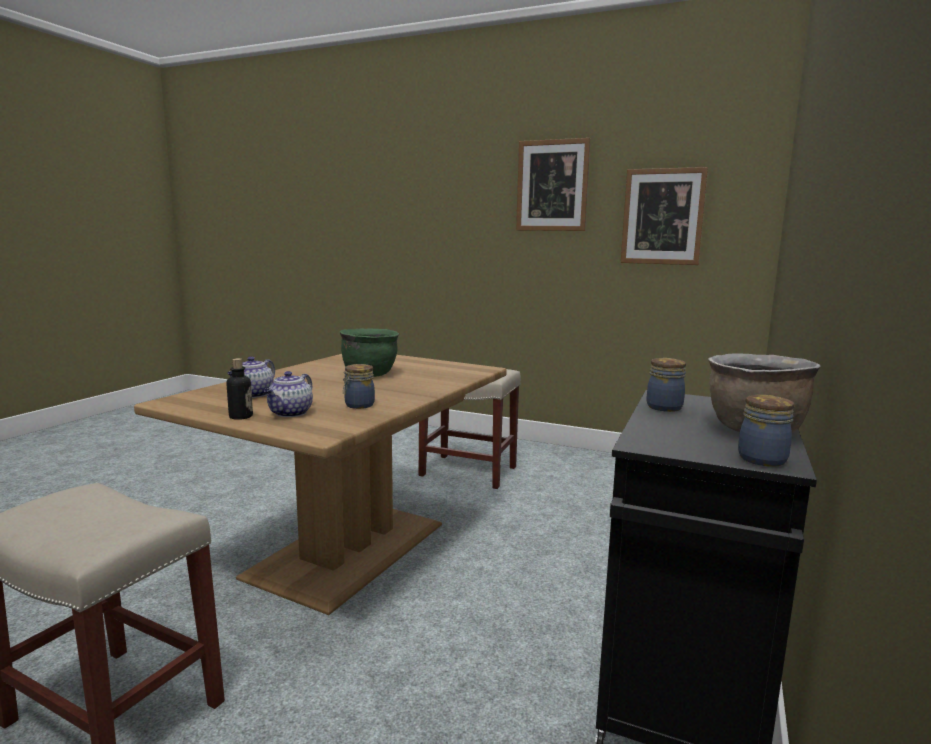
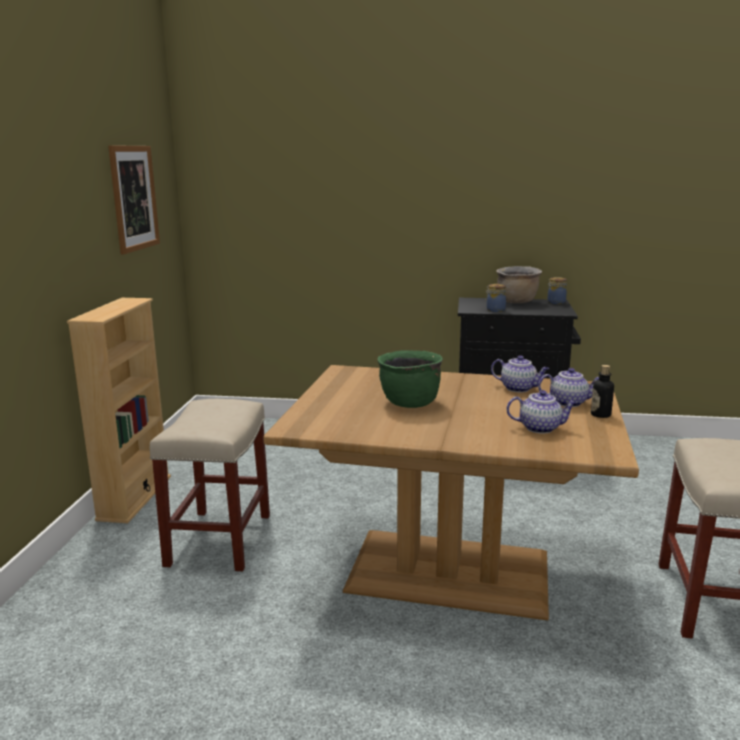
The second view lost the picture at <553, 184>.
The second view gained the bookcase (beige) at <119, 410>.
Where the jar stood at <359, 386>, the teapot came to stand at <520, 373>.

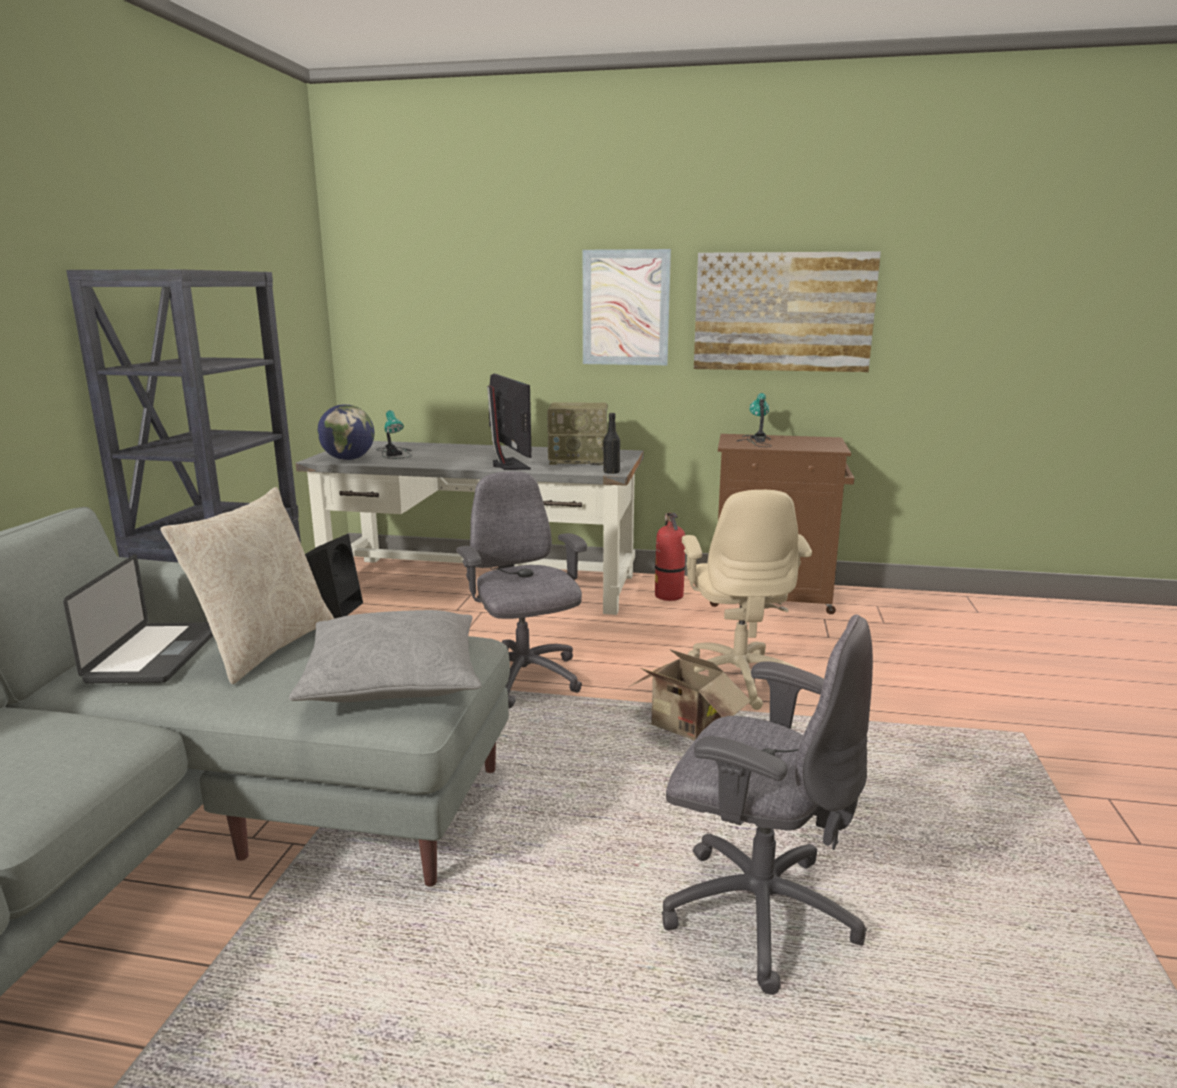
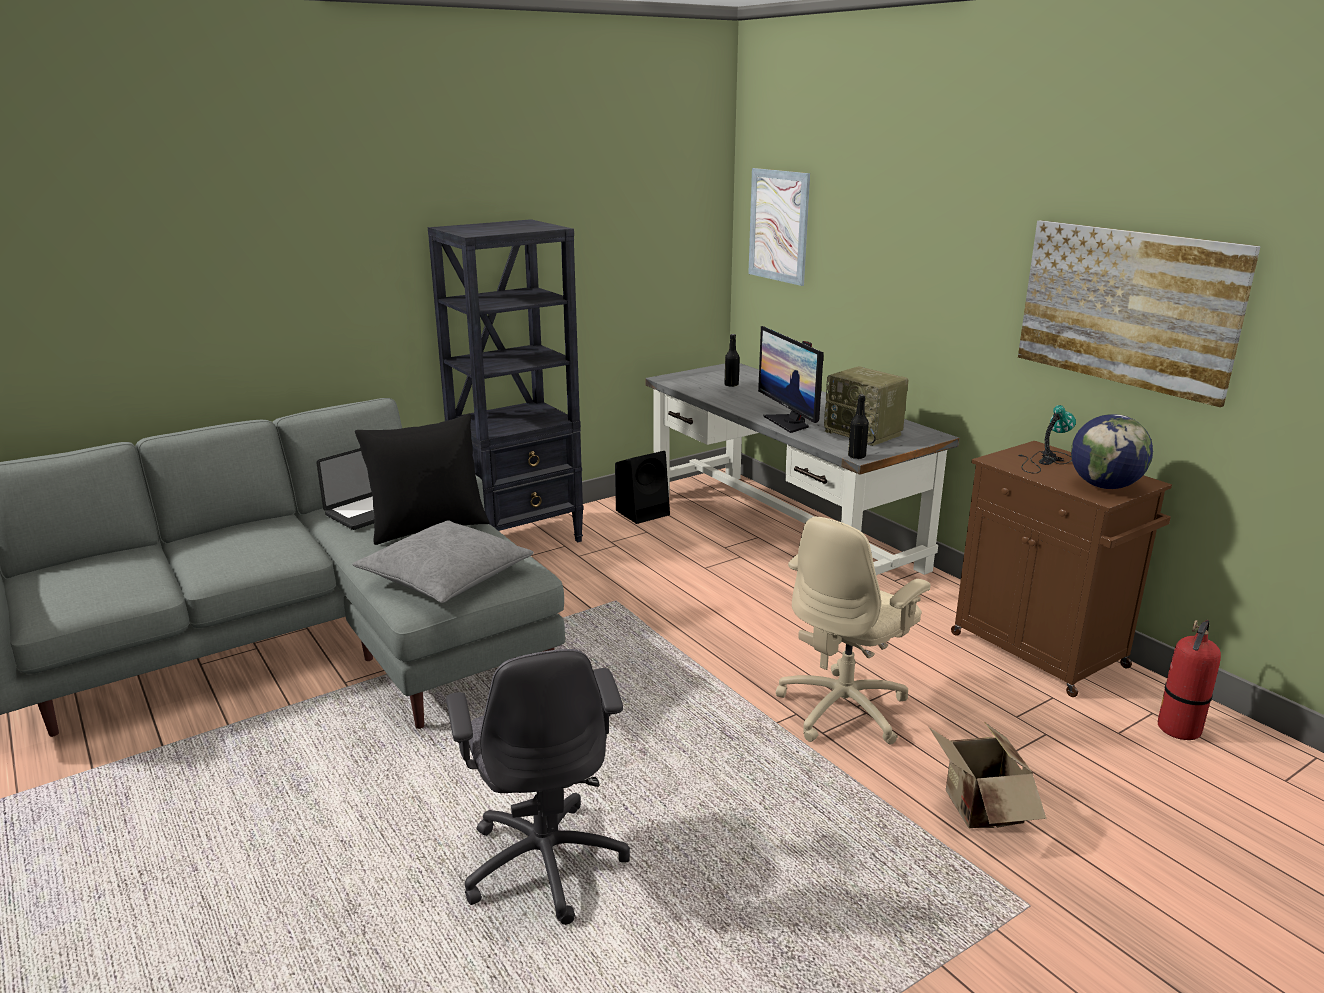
The second view lost the office chair (grey) at <521, 590>.
The globe ended up elsewhere, having gone from <345, 432> to <1112, 451>.
The picture ended up elsewhere, having gone from <627, 307> to <779, 227>.
The cardboard box ended up elsewhere, having gone from <690, 695> to <988, 775>.
The fire extinguisher ended up elsewhere, having gone from <670, 557> to <1189, 680>.
Where the table lamp stood at <394, 434>, the bottle (black) came to stand at <732, 360>.
What was the pillow (beige) at <247, 585> turned into the pillow (black) at <422, 479>.
The monitor at <509, 422> ended up facing another way, 135 degrees clockwise from before.

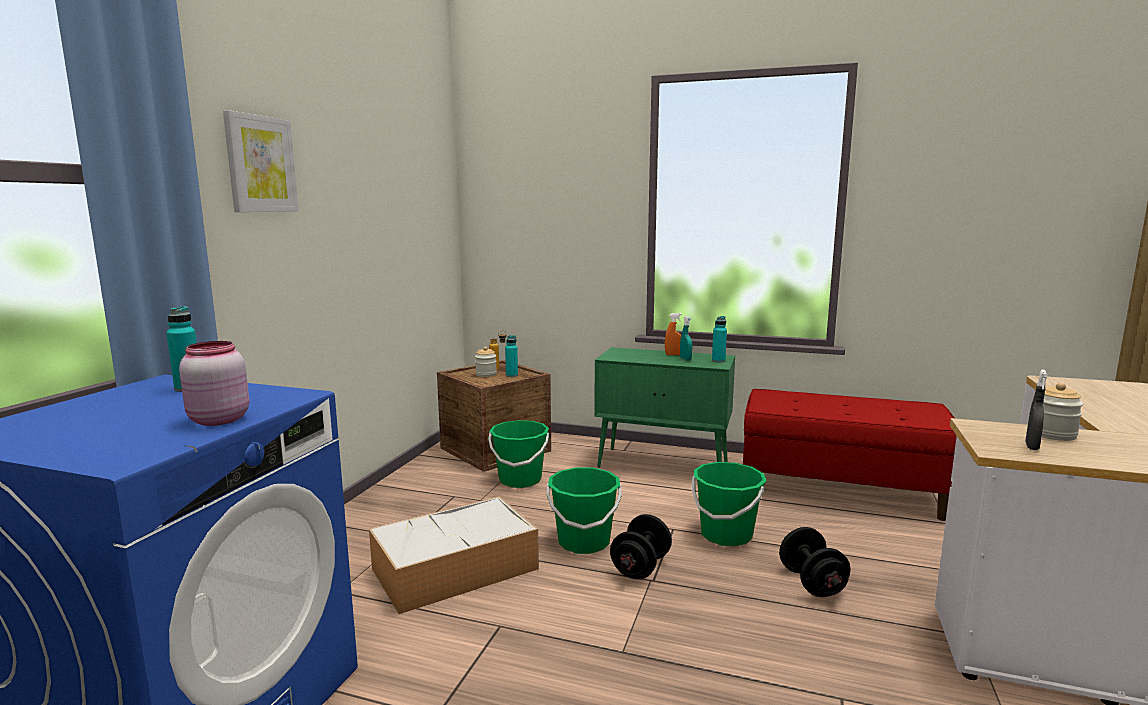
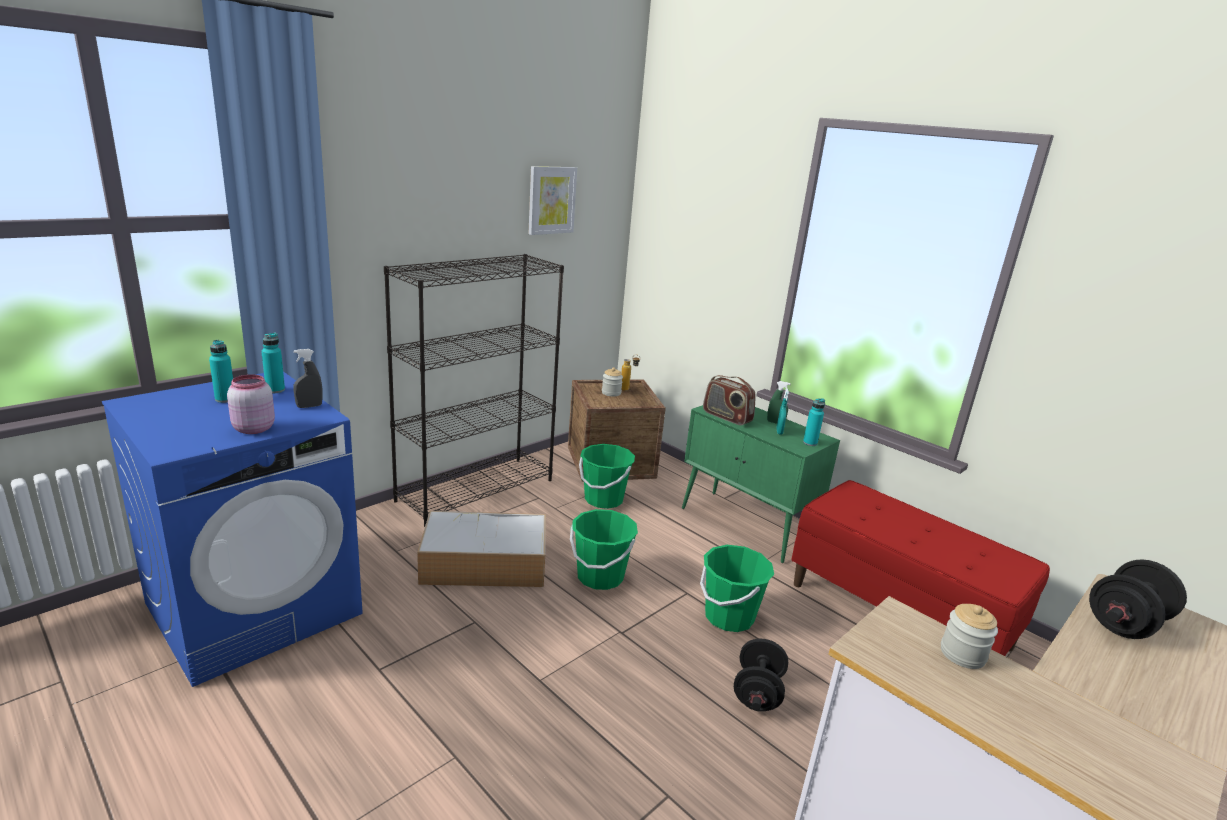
The second view gained the bookcase (black) at <474, 390>.
The second view gained the radio at <729, 400>.
The picture ended up elsewhere, having gone from <261, 161> to <553, 200>.
The bottle (turquoise) ended up elsewhere, having gone from <511, 356> to <221, 371>.
The dumbbell (black) ended up elsewhere, having gone from <641, 546> to <1138, 599>.
The spray bottle (grey) ended up elsewhere, having gone from <1036, 410> to <308, 378>.
What was the spray bottle (orange) at <673, 334> turned into the spray bottle (green) at <779, 402>.

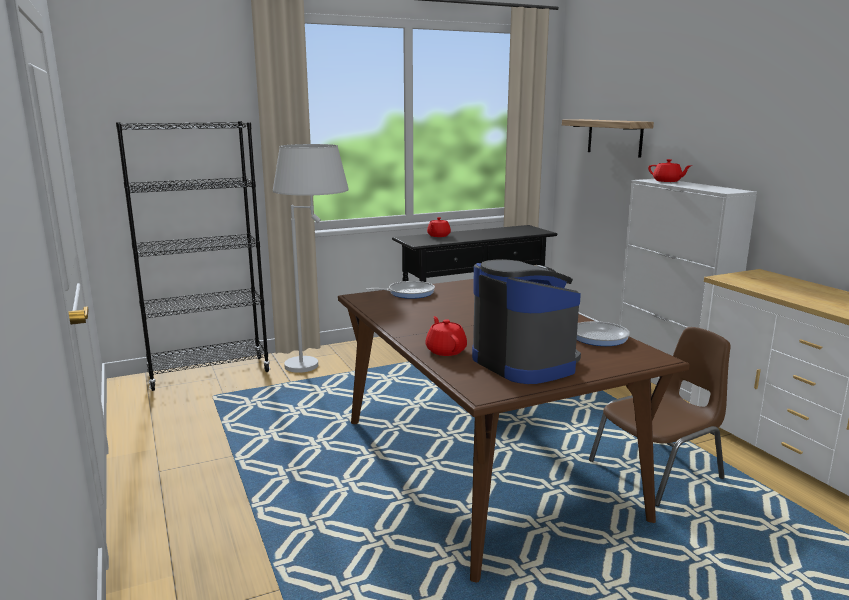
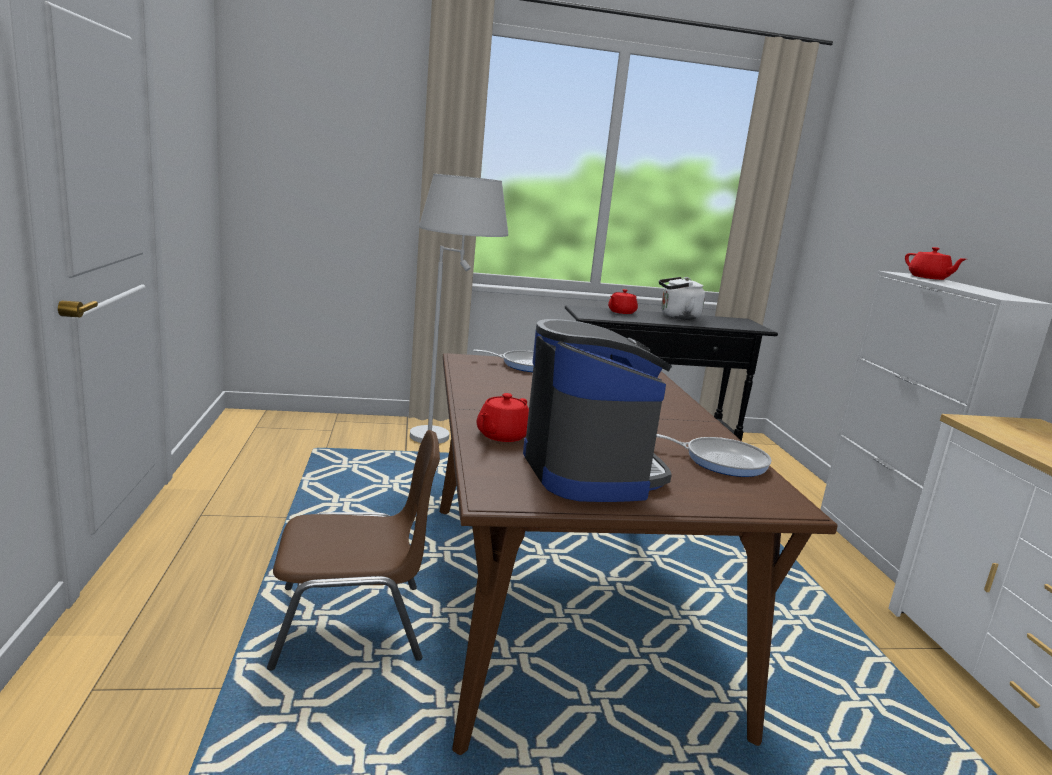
The second view lost the bookcase (black) at <193, 256>.
The second view lost the shelf at <608, 138>.
The second view gained the kettle (white) at <682, 298>.
The chair (brown) ended up elsewhere, having gone from <660, 416> to <353, 550>.
The teapot (red) at <446, 336> ended up facing another way, 150 degrees counterclockwise from before.

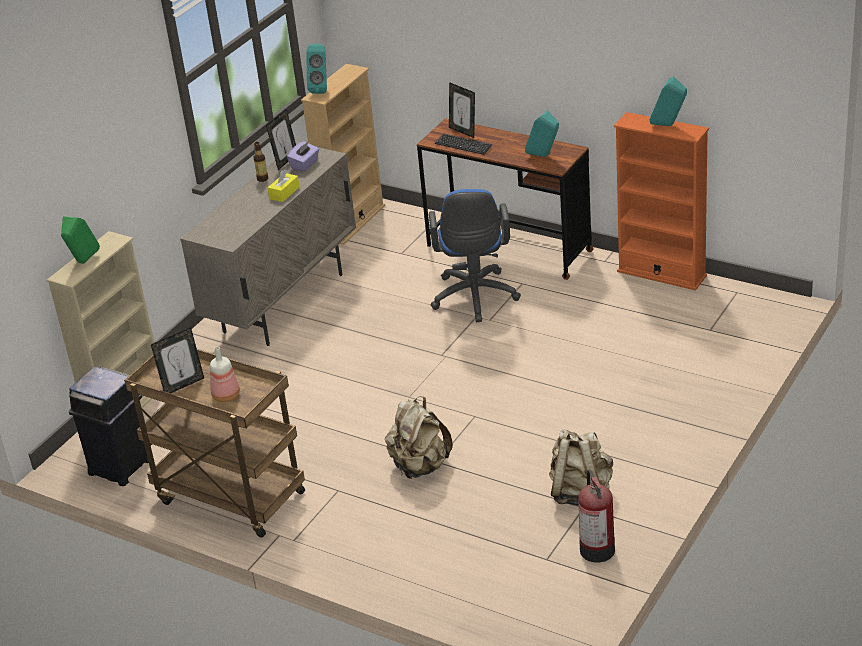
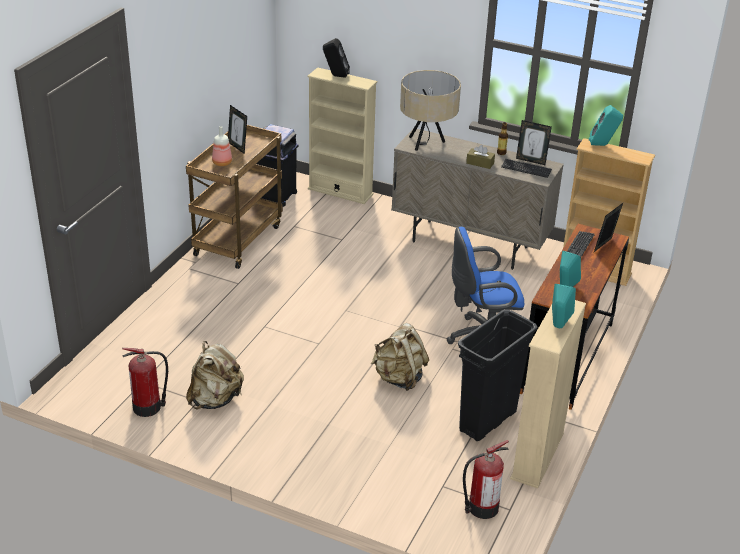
The second view gained the table lamp (beige) at <430, 110>.
The second view gained the trash can (black) at <498, 375>.
The second view gained the fire extinguisher at <486, 479>.
The backpack (beige) ended up elsewhere, having gone from <419, 437> to <400, 357>.
Where the tissue box (purple) stood at <303, 156>, the keyboard came to stand at <526, 168>.
What was the speaker (green) at <80, 240> turned into the speaker (black) at <336, 58>.
What was the tissue box (yellow) at <283, 185> turned into the tissue box (brown) at <480, 157>.
What was the bookcase (orange) at <661, 201> turned into the bookcase (beige) at <548, 394>.

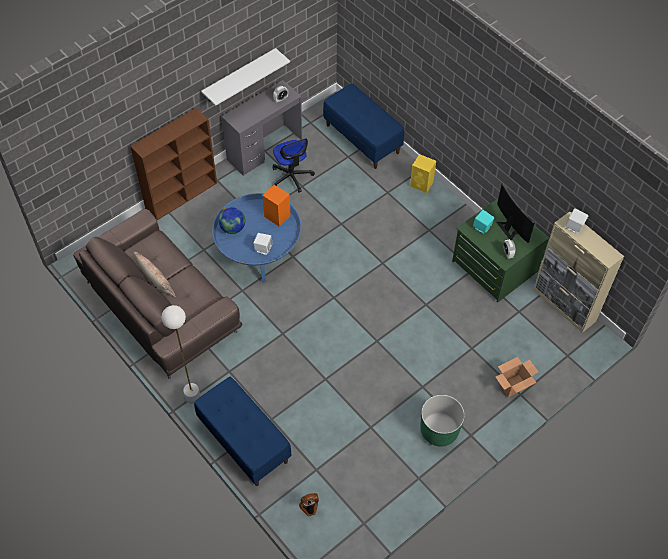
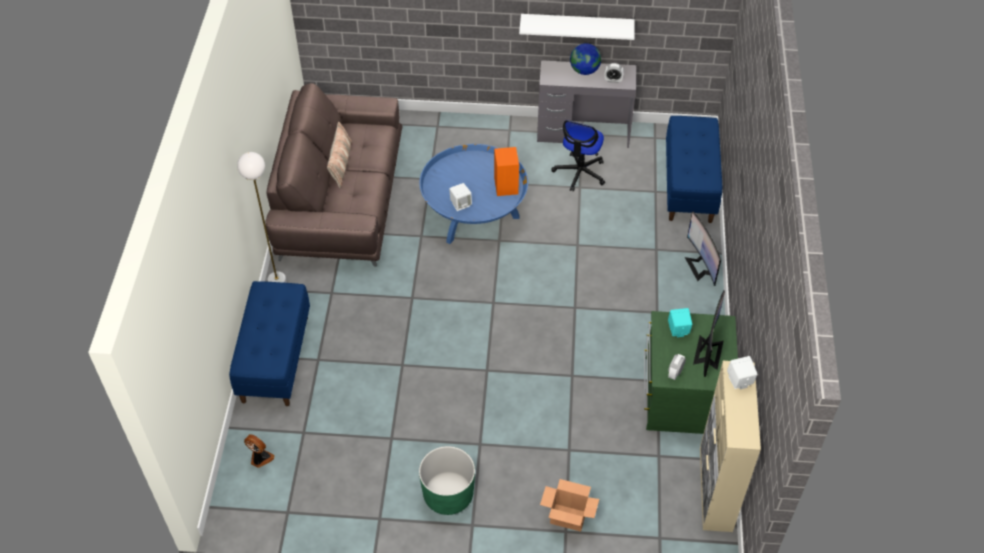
The second view lost the bookcase (brown) at <173, 164>.
The globe ended up elsewhere, having gone from <232, 220> to <585, 59>.
Where the speaker (yellow) stood at <423, 173>, the monitor came to stand at <703, 248>.

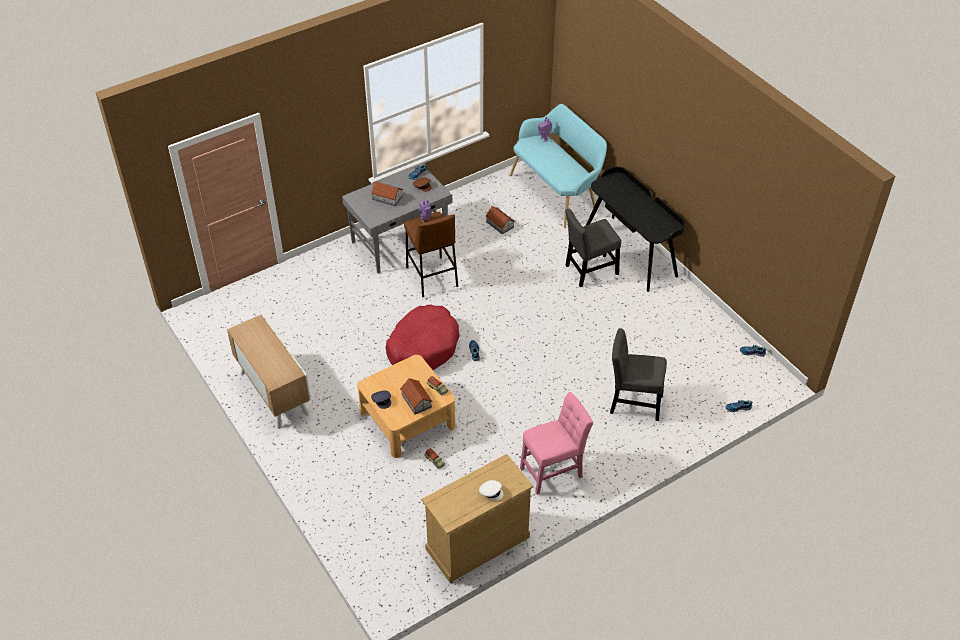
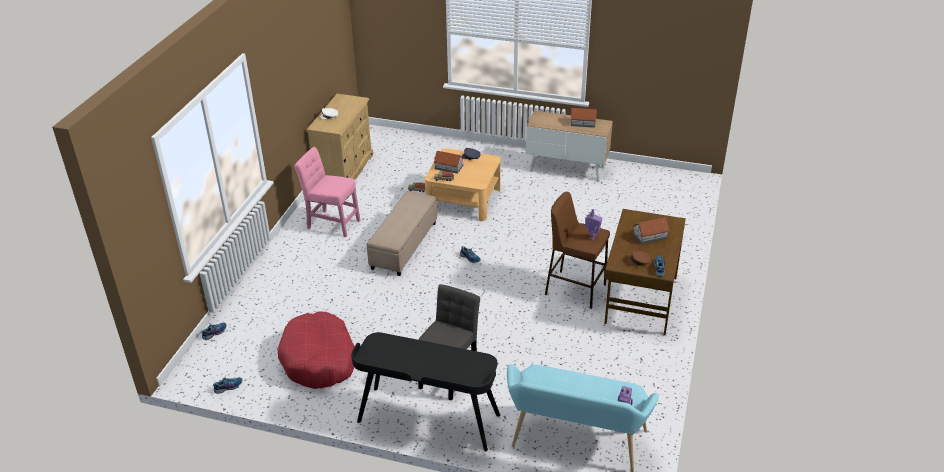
The second view lost the chair (grey) at <638, 374>.
The second view gained the ottoman (beige) at <401, 233>.
The dog bed (red) ended up elsewhere, having gone from <423, 337> to <316, 350>.
The toy house ended up elsewhere, having gone from <500, 220> to <583, 118>.
What was the desk (grey) at <397, 218> turned into the desk (brown) at <645, 272>.
The chair (pink) at <556, 443> ended up facing another way, 90 degrees clockwise from before.

